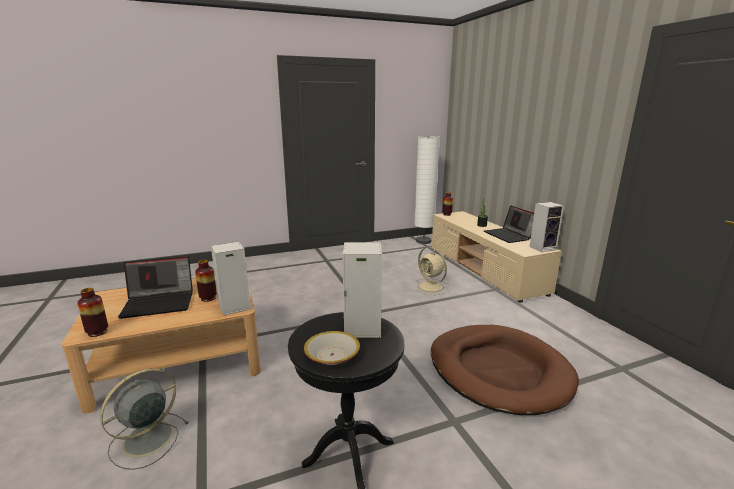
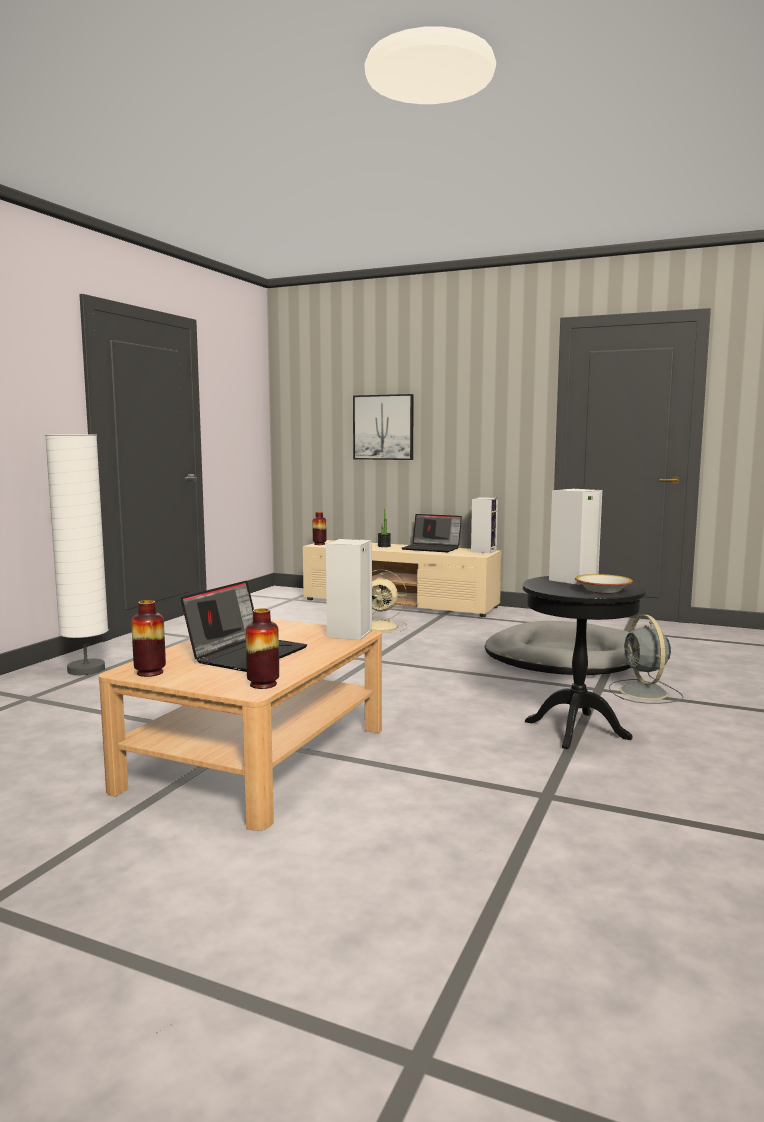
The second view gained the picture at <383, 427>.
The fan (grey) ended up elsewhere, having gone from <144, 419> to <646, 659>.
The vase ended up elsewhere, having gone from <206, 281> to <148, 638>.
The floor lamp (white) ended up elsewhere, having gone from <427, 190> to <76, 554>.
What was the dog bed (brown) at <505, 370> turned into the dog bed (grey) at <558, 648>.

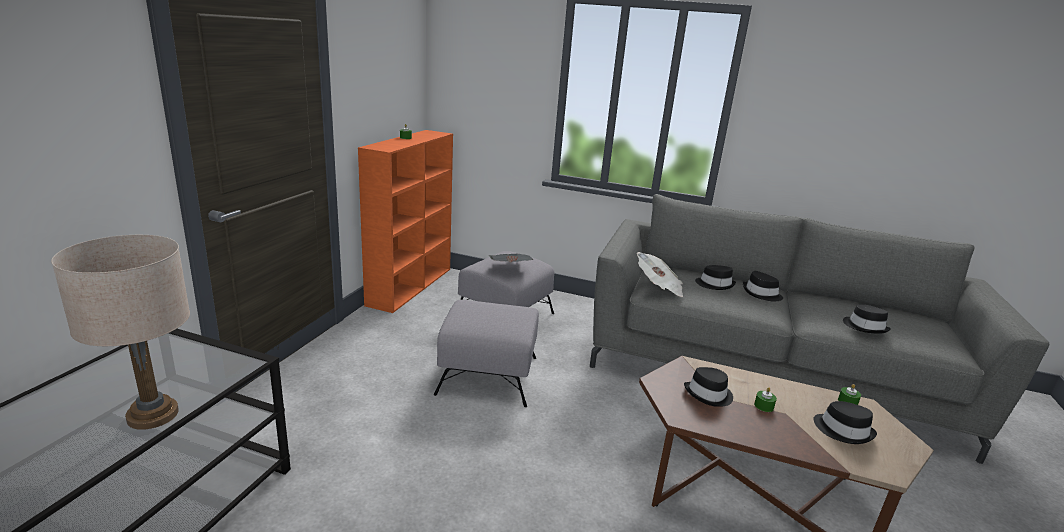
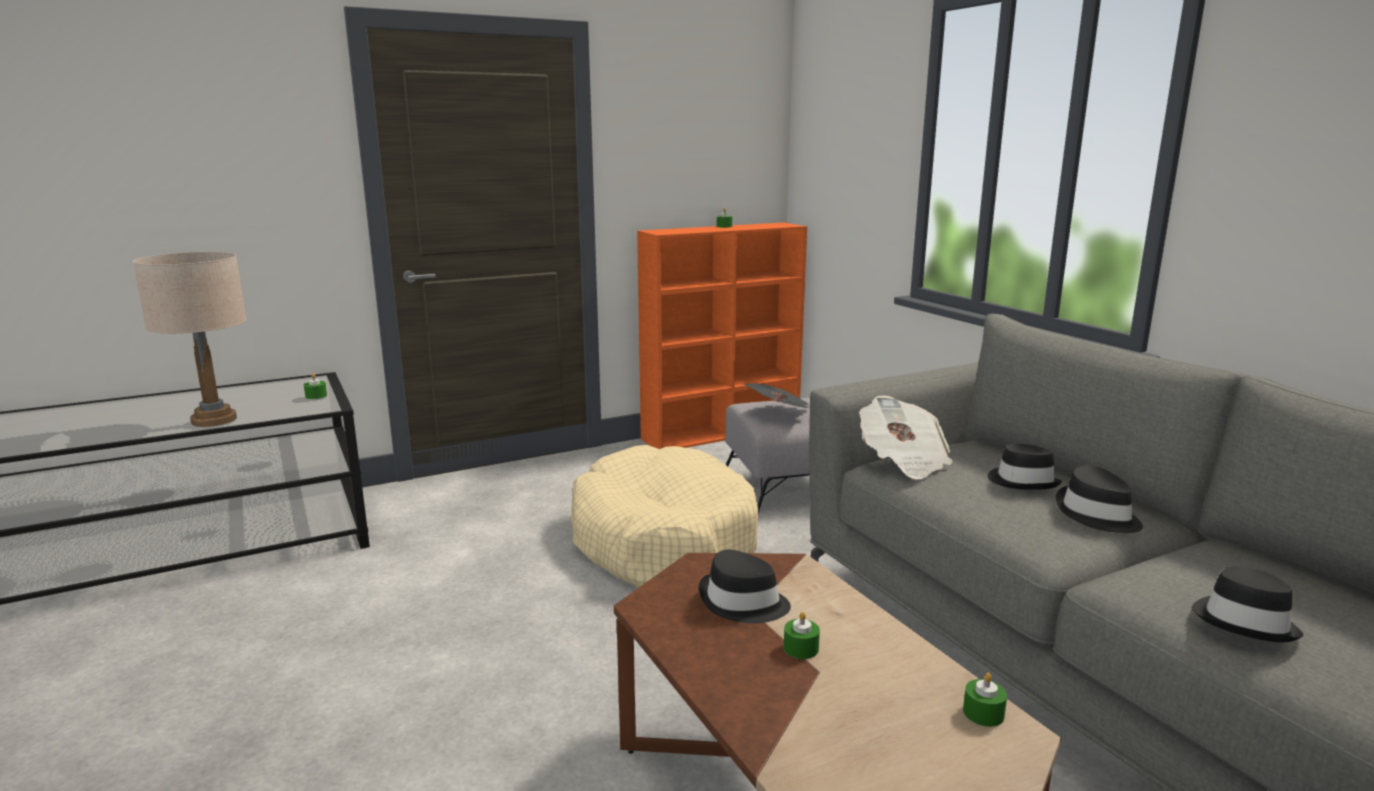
The second view lost the hat (black) at <845, 422>.
The second view gained the candle (green) at <315, 386>.
Where the ottoman (grey) stood at <486, 353>, the dog bed (beige) came to stand at <665, 516>.

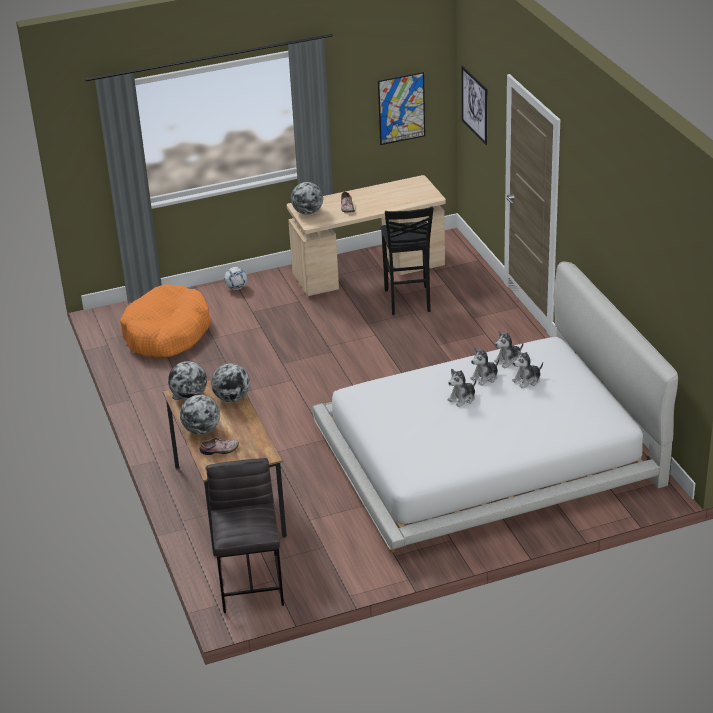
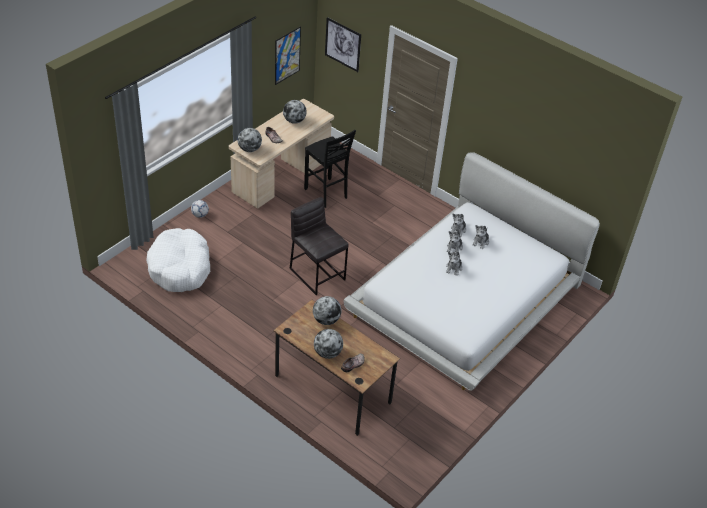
The globe ended up elsewhere, having gone from <187, 380> to <295, 112>.
The stool (grey) ended up elsewhere, having gone from <245, 535> to <319, 246>.
What was the dog bed (orange) at <165, 320> turned into the dog bed (white) at <178, 260>.

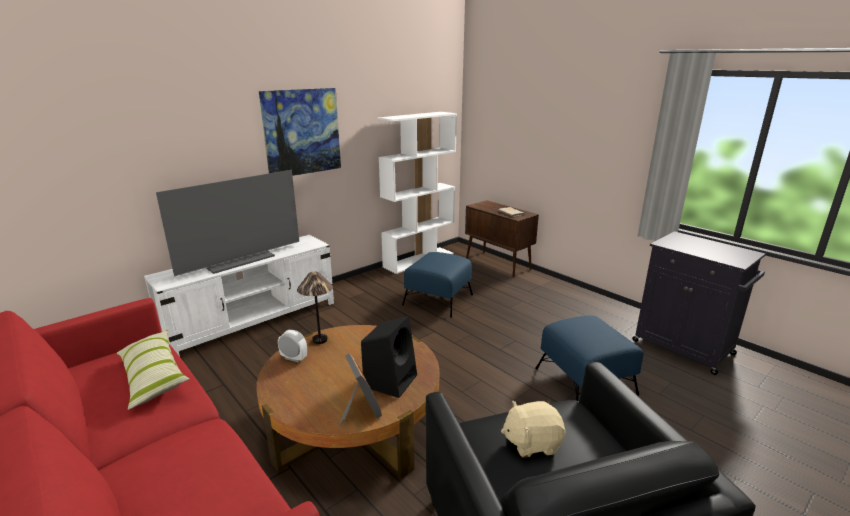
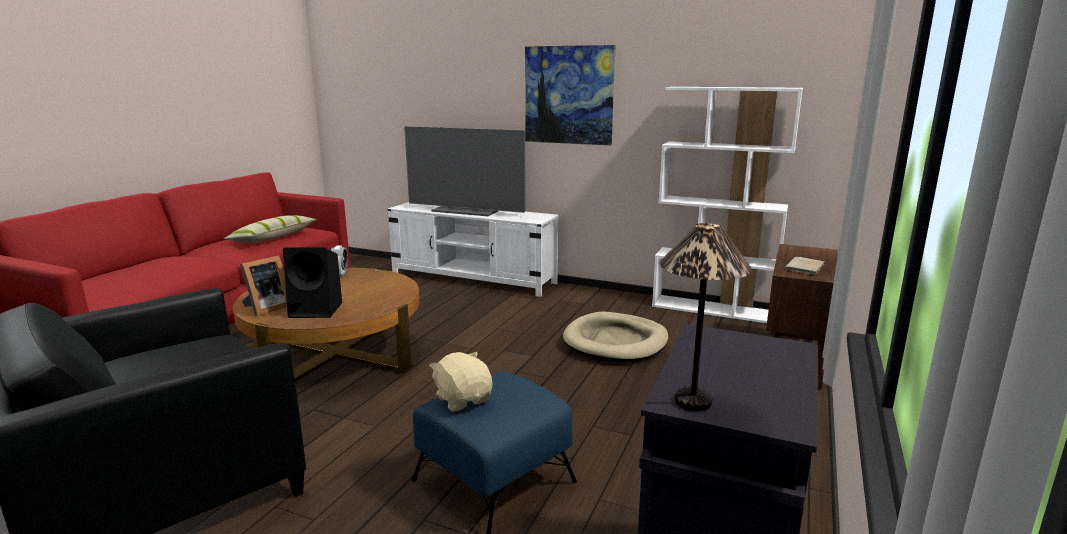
The table lamp ended up elsewhere, having gone from <315, 307> to <706, 317>.
The plush toy (beige) ended up elsewhere, having gone from <533, 429> to <461, 382>.
Where the ottoman (blue) stood at <437, 285>, the dog bed (beige) came to stand at <615, 337>.

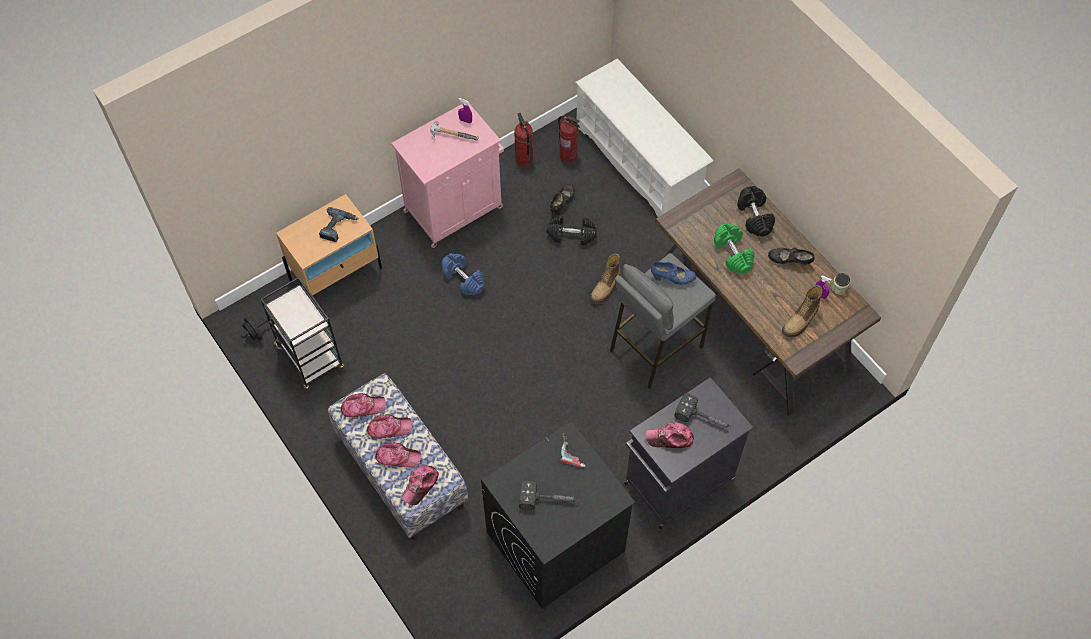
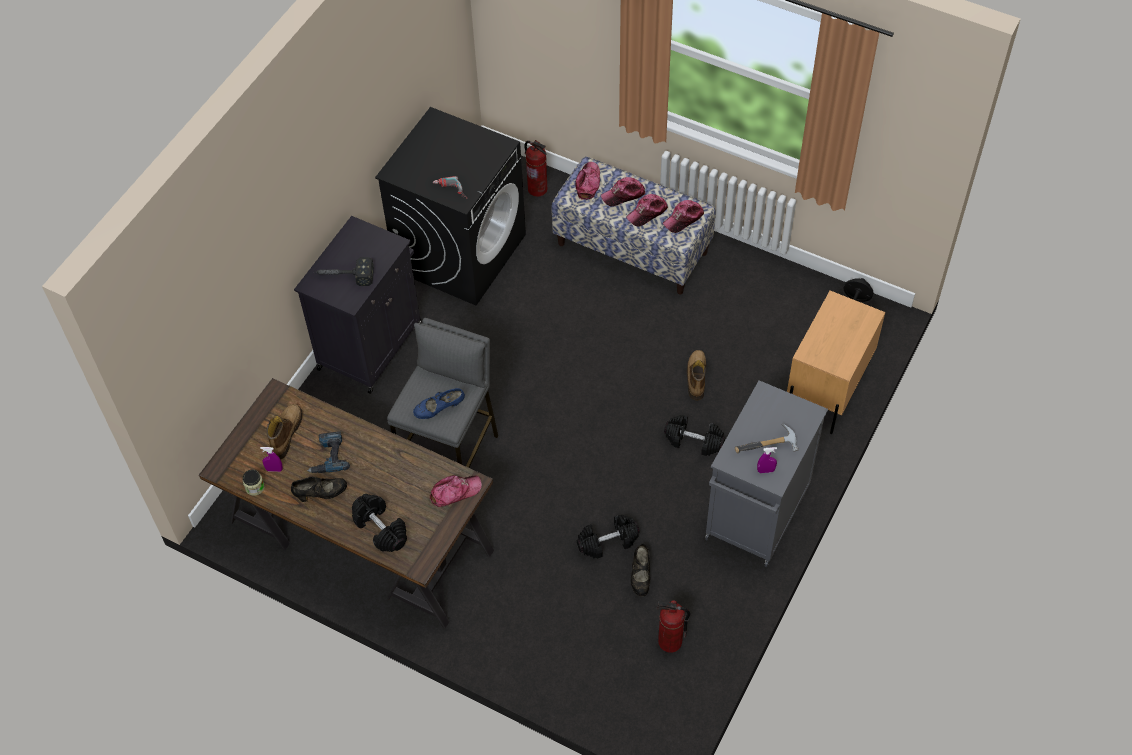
The second view lost the cart (black) at <302, 333>.
The second view lost the hammer at <549, 495>.
The second view lost the shoe rack (white) at <644, 138>.
The second view lost the dumbbell (green) at <734, 248>.
The power drill ended up elsewhere, having gone from <339, 224> to <328, 452>.
The fire extinguisher ended up elsewhere, having gone from <523, 140> to <535, 168>.
The boot ended up elsewhere, having gone from <605, 278> to <696, 375>.
The cap ended up elsewhere, having gone from <670, 435> to <456, 491>.
What was the cabinet (pink) at <447, 175> turned into the cabinet (grey) at <766, 473>.
What was the dumbbell (blue) at <463, 274> turned into the dumbbell (black) at <694, 435>.

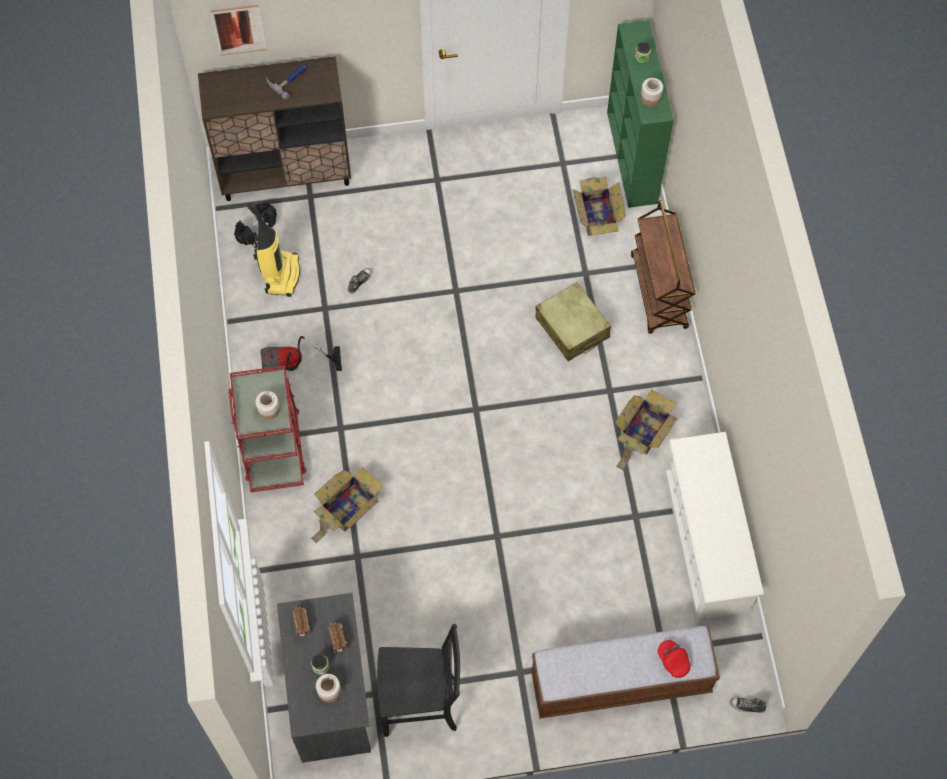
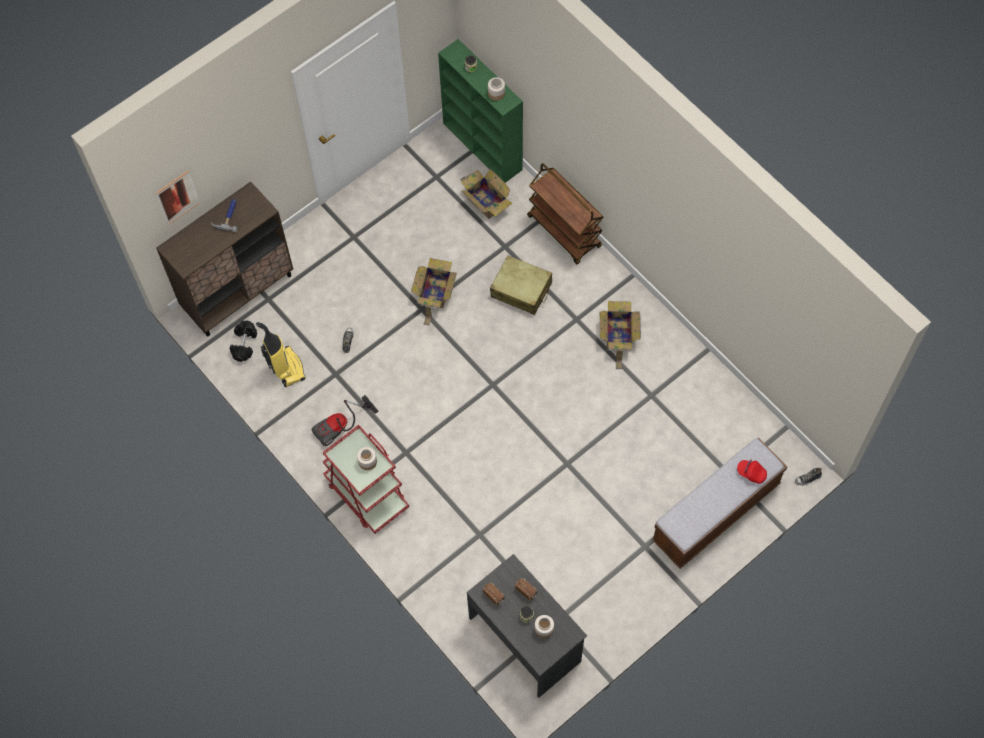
The second view lost the chair (black) at <418, 680>.
The second view lost the shoe rack (white) at <713, 527>.
The cardboard box ended up elsewhere, having gone from <347, 505> to <434, 292>.

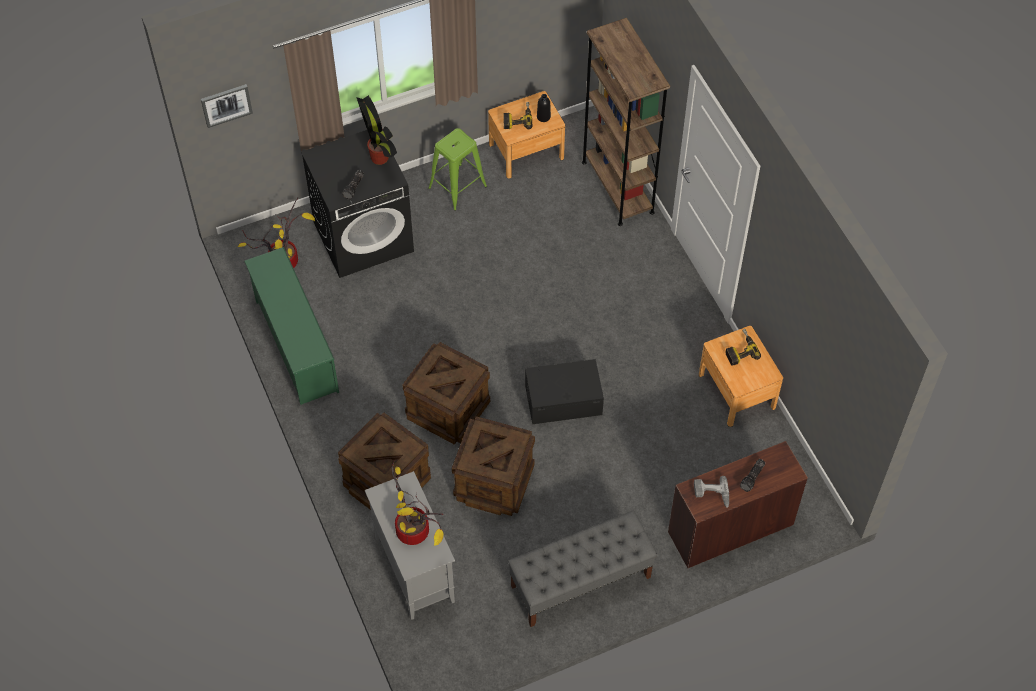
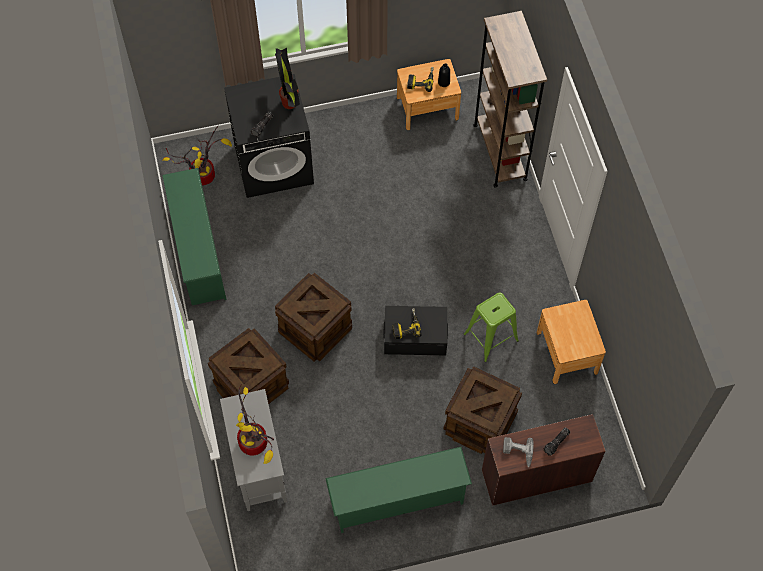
The second view lost the picture at <227, 106>.
The stool (green) ended up elsewhere, having gone from <457, 169> to <491, 327>.
The crate ended up elsewhere, having gone from <493, 466> to <482, 410>.
The power drill ended up elsewhere, having gone from <743, 347> to <407, 323>.
Where the bench (grey) stood at <582, 568>, the shoe rack (green) came to stand at <398, 490>.

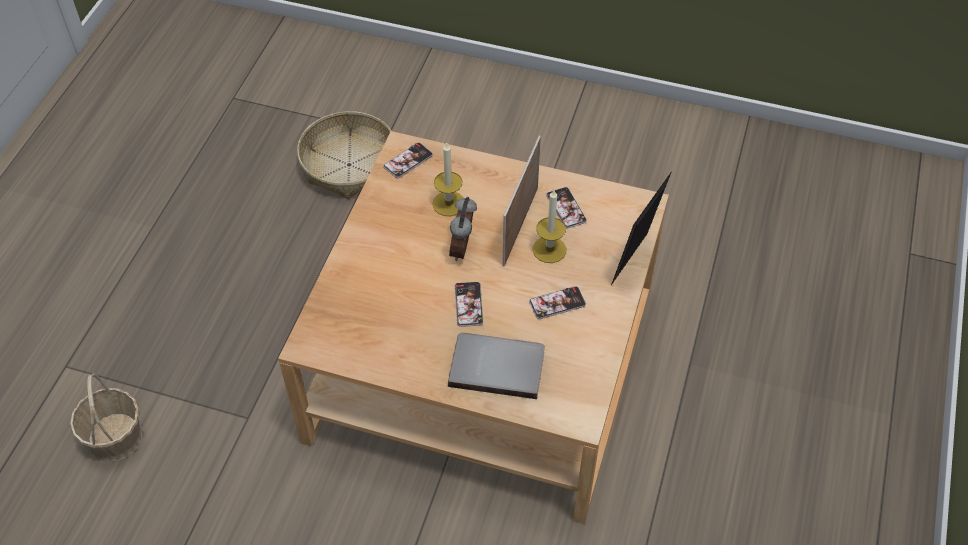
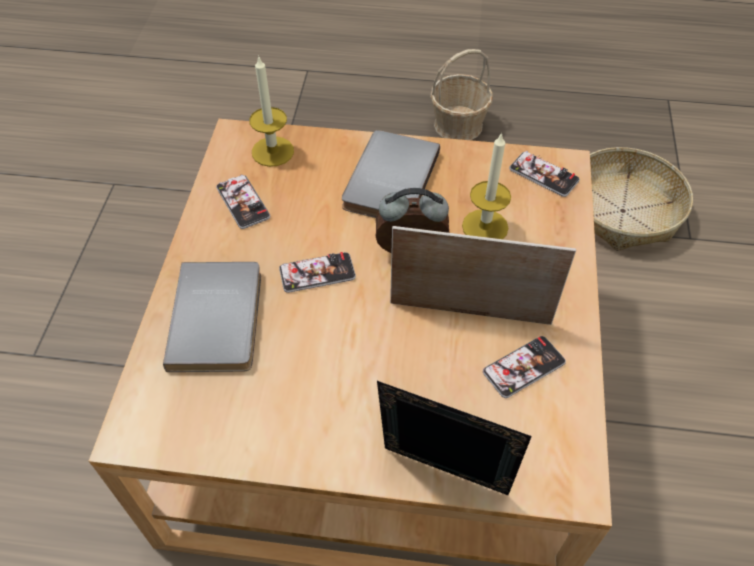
The second view gained the book (grey) at <391, 174>.
The basket ended up elsewhere, having gone from <106, 417> to <461, 94>.
The phone ended up elsewhere, having gone from <557, 302> to <243, 202>.
The candle ended up elsewhere, having gone from <549, 226> to <271, 111>.

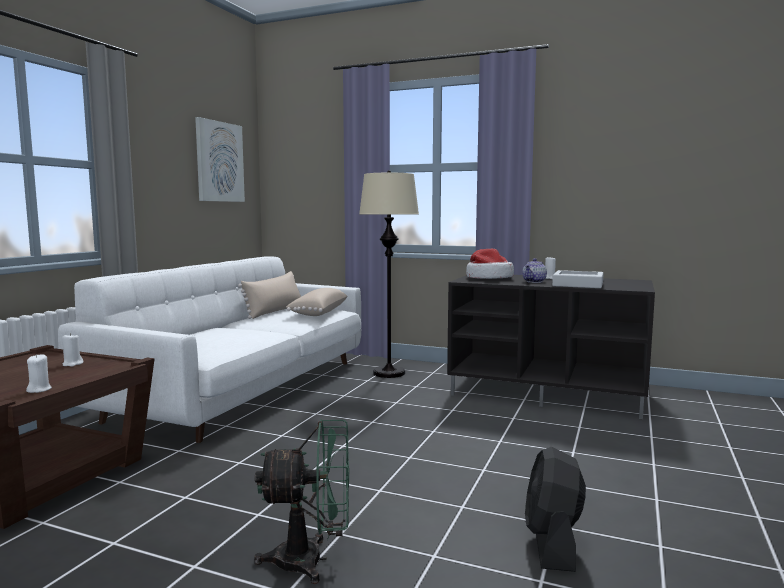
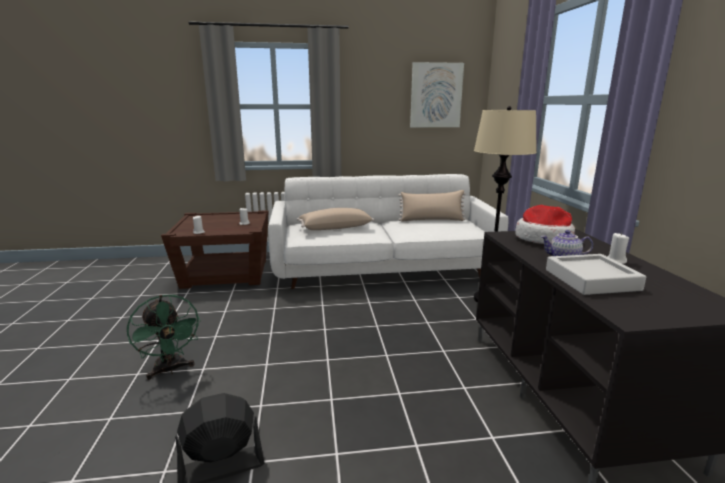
The pillow (beige) ended up elsewhere, having gone from <316, 302> to <335, 219>.

